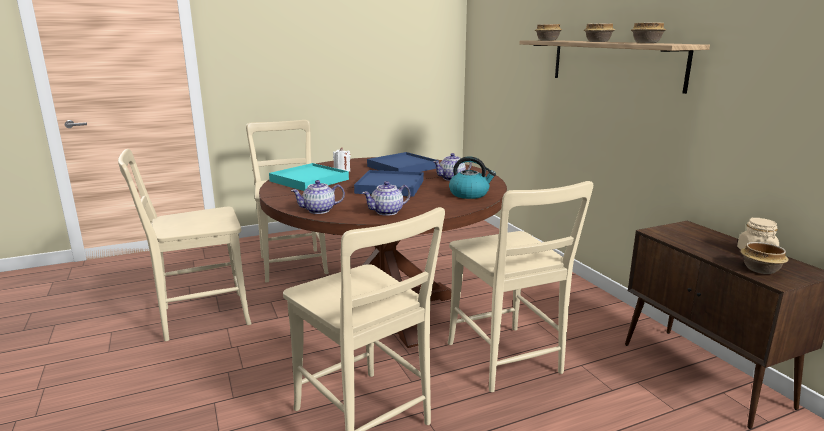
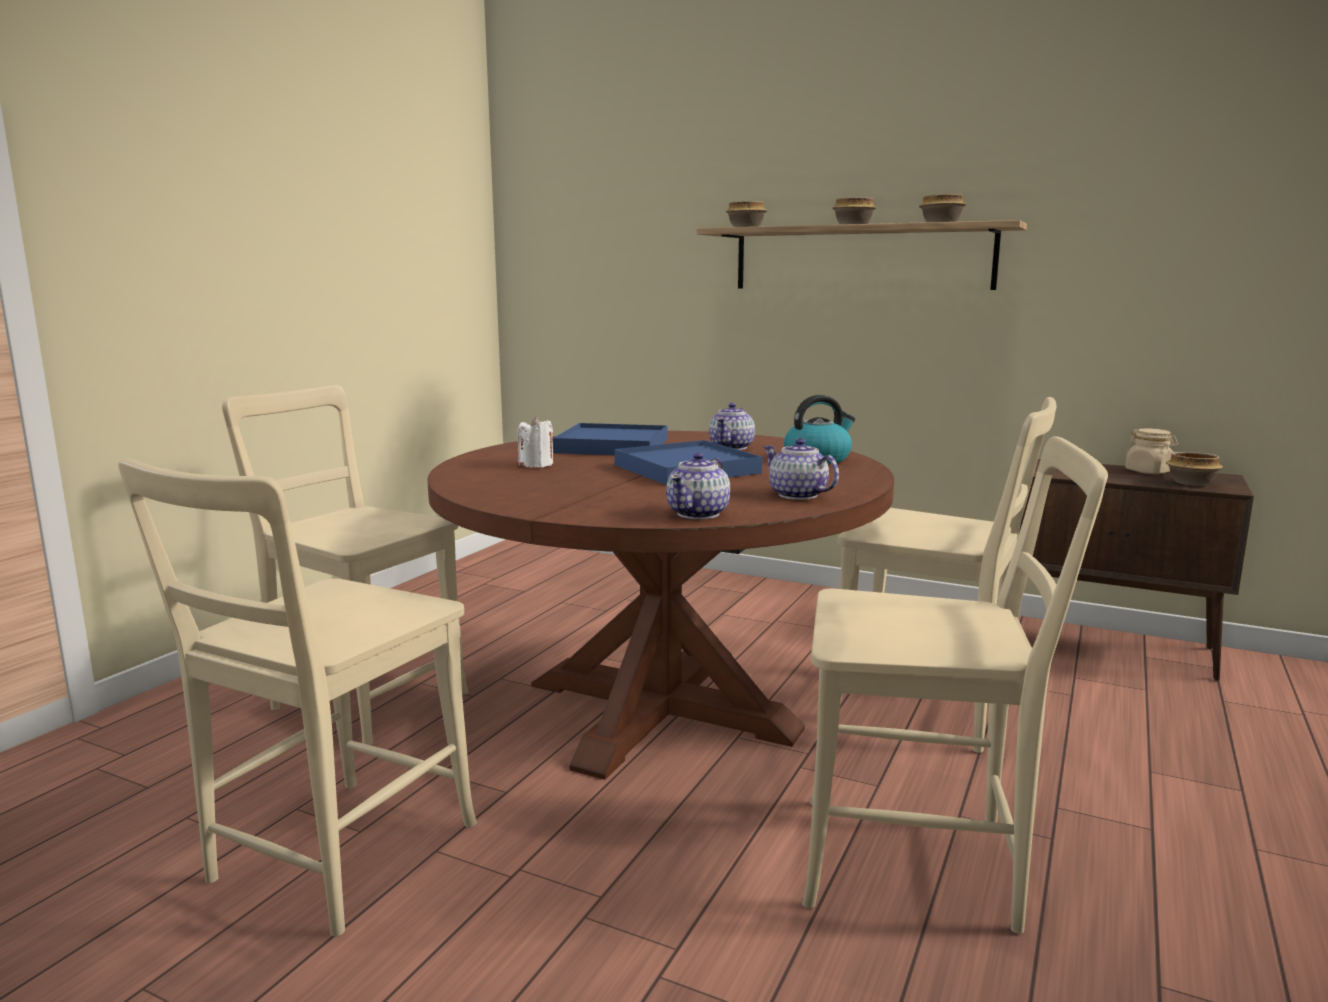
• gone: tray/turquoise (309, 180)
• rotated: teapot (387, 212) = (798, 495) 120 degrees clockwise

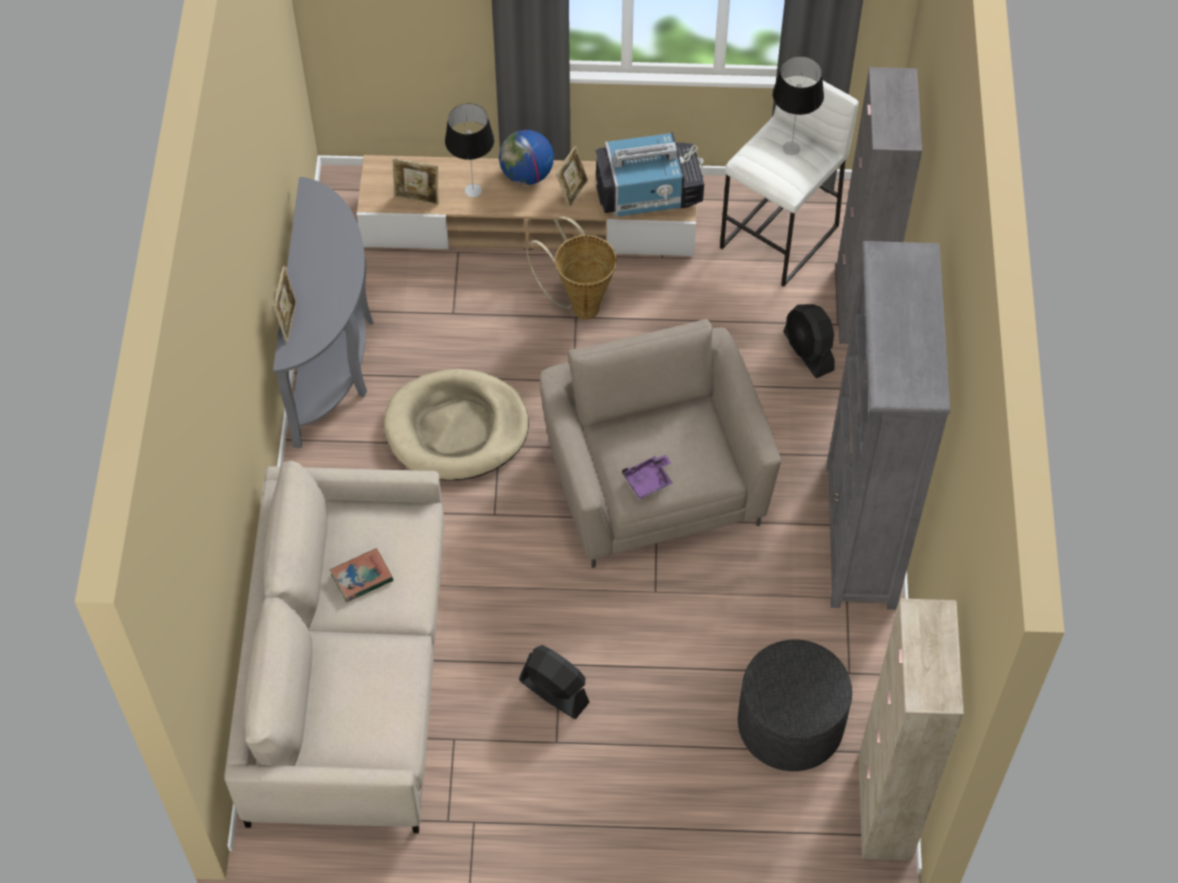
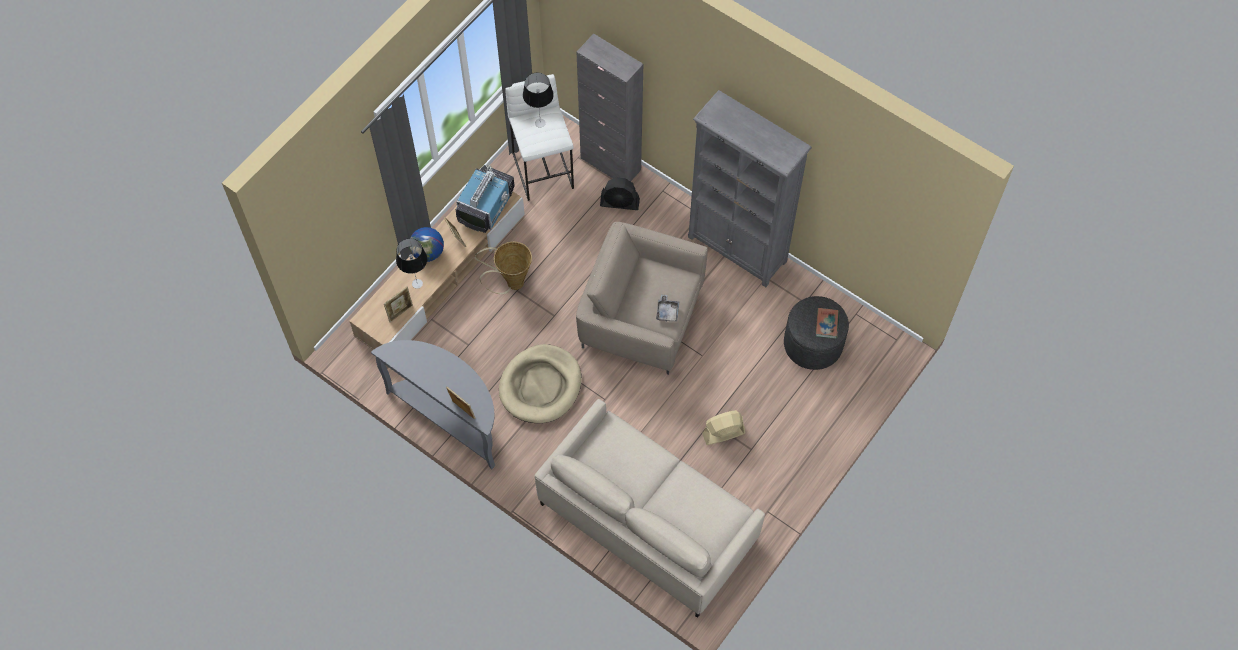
• gone: cabinet/beige (884, 807)
• shifted: book (362, 577) to (827, 324)
• repainted: fan/black (554, 691) to fan/beige (723, 433)
• repainted: tray/purple (648, 481) to tray/grey (667, 311)

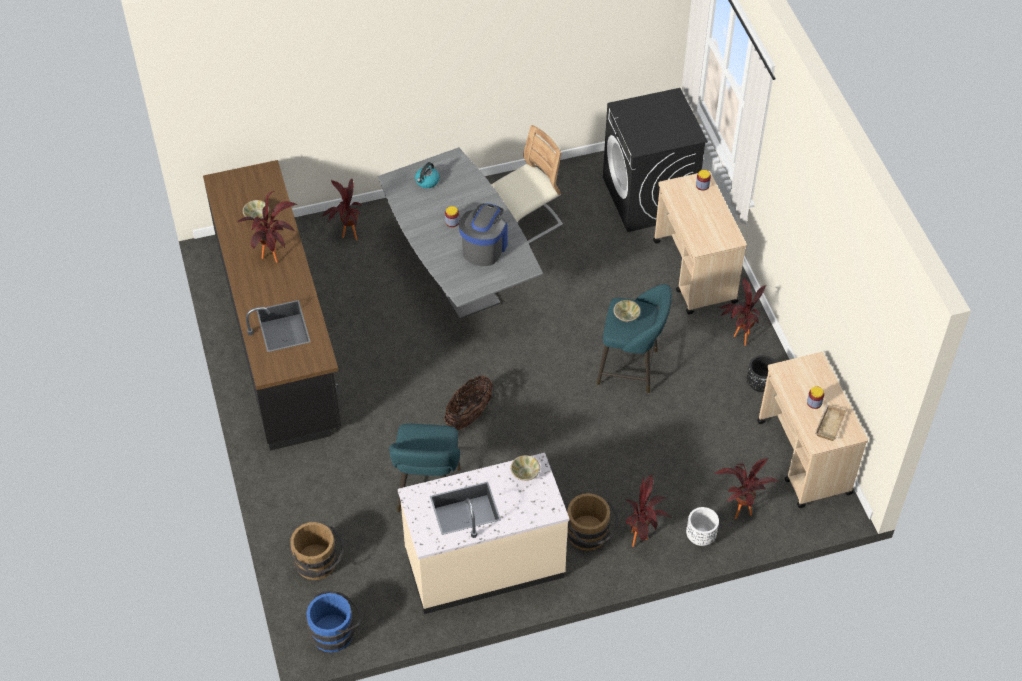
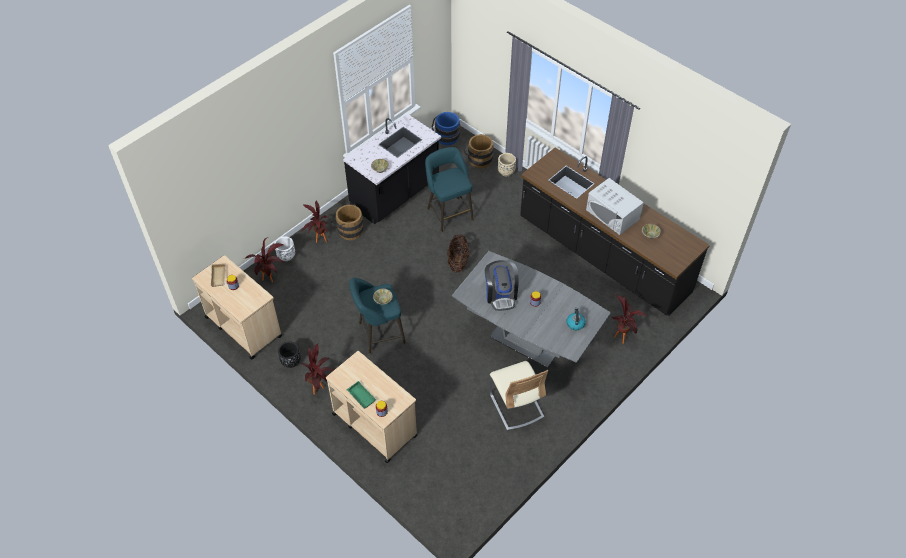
• gone: washing machine/black (649, 197)
• new: tray/green (360, 396)
• new: planter/beige (506, 172)
• swapped: potted plant (275, 259) to microwave/white (612, 214)
• repainted: counter/beige (484, 563) to counter/black (396, 194)
• rotated: chair/beige (525, 223) = (516, 405) 45 degrees counterclockwise

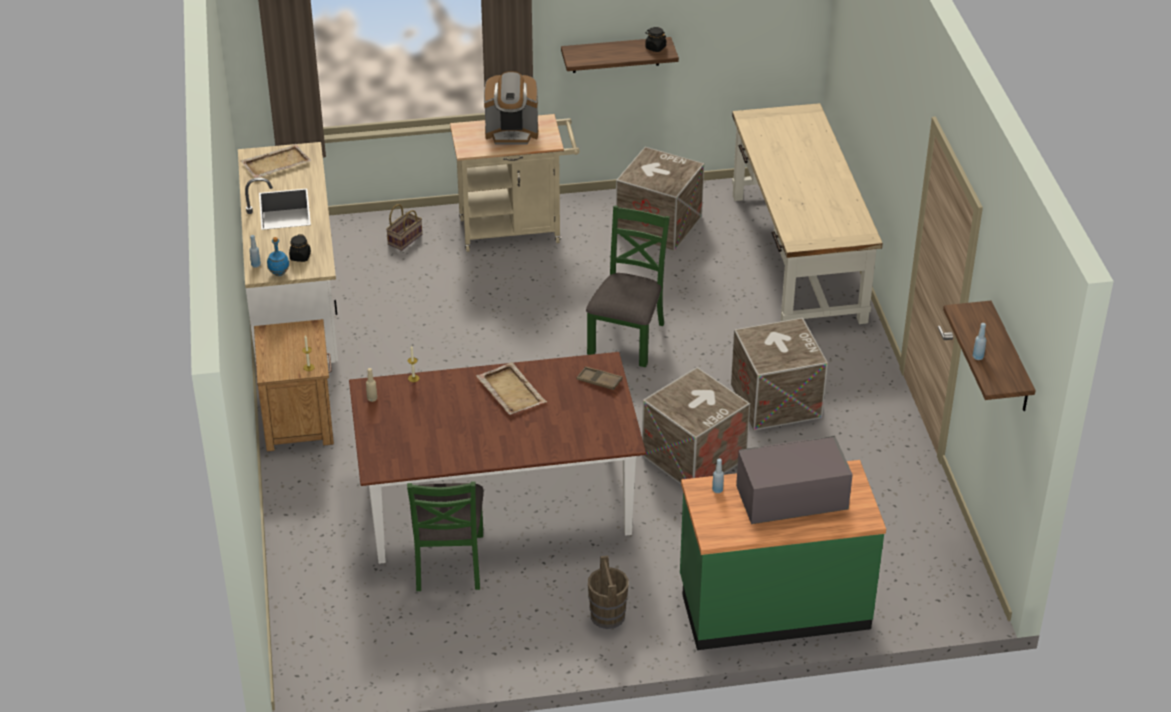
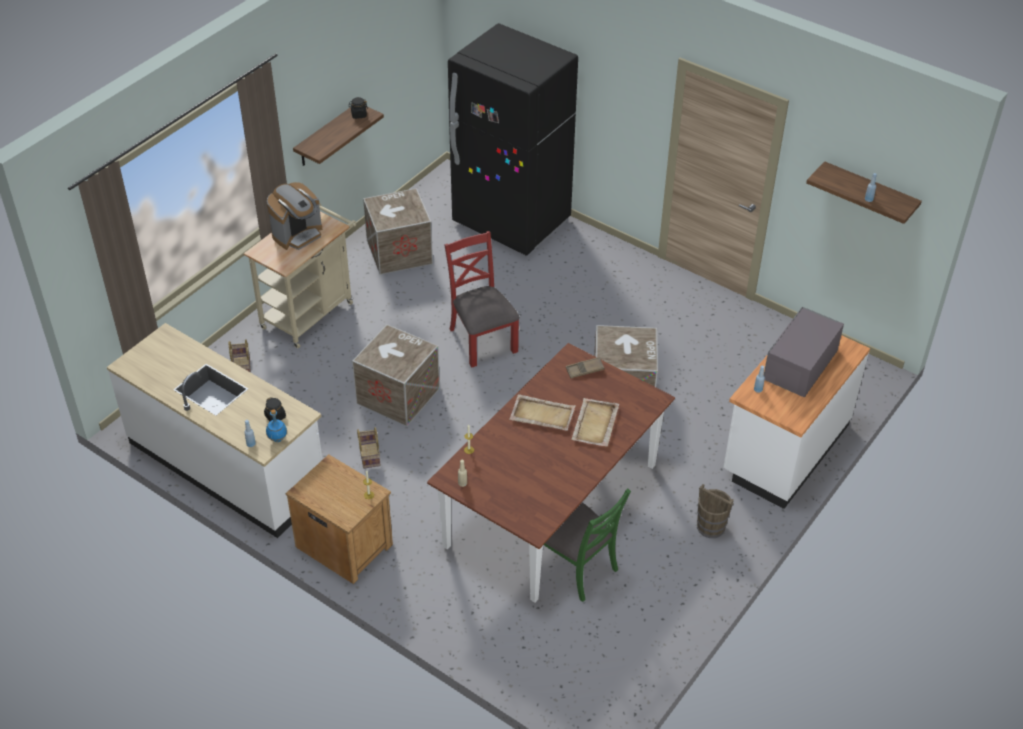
• new: basket (368, 455)
• shifted: tray/beige (275, 163) to (595, 424)
• shifted: crate (776, 401) to (398, 395)
• swapped: desk/beige (798, 257) to fridge/black (511, 222)
• repainted: chair/green (627, 338) to chair/red (482, 340)
• repainted: counter/green (773, 604) to counter/white (784, 449)

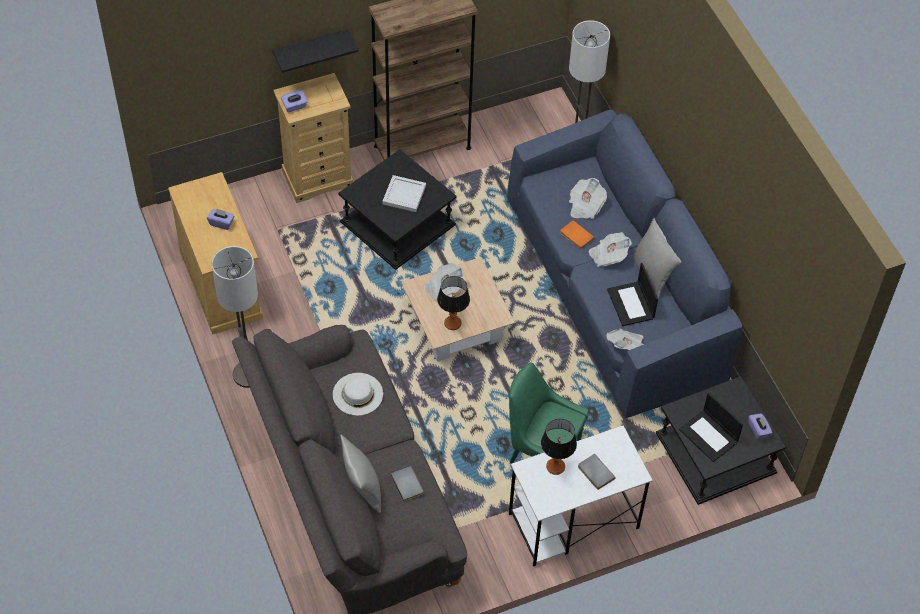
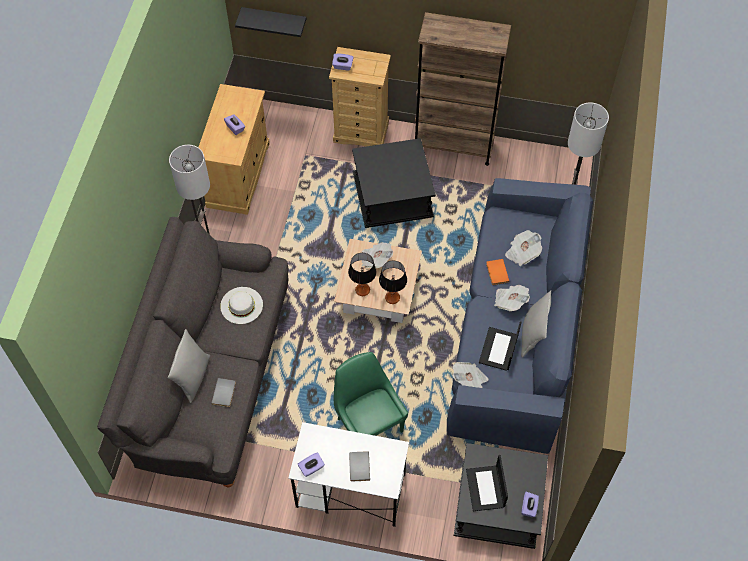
• gone: tray/white (403, 195)
• new: tissue box/purple (311, 468)
• shifted: shelf/black (311, 49) to (274, 20)
• shifted: table lamp (555, 466) to (392, 297)

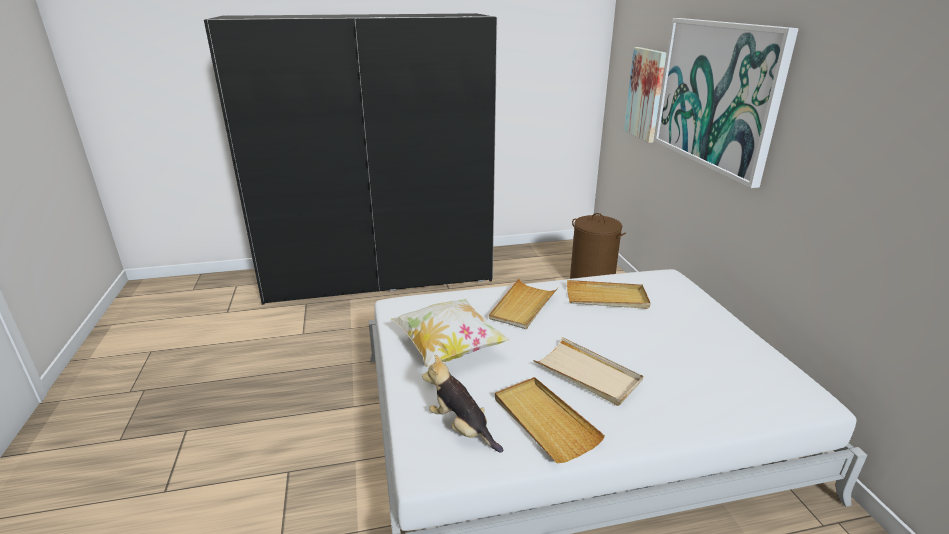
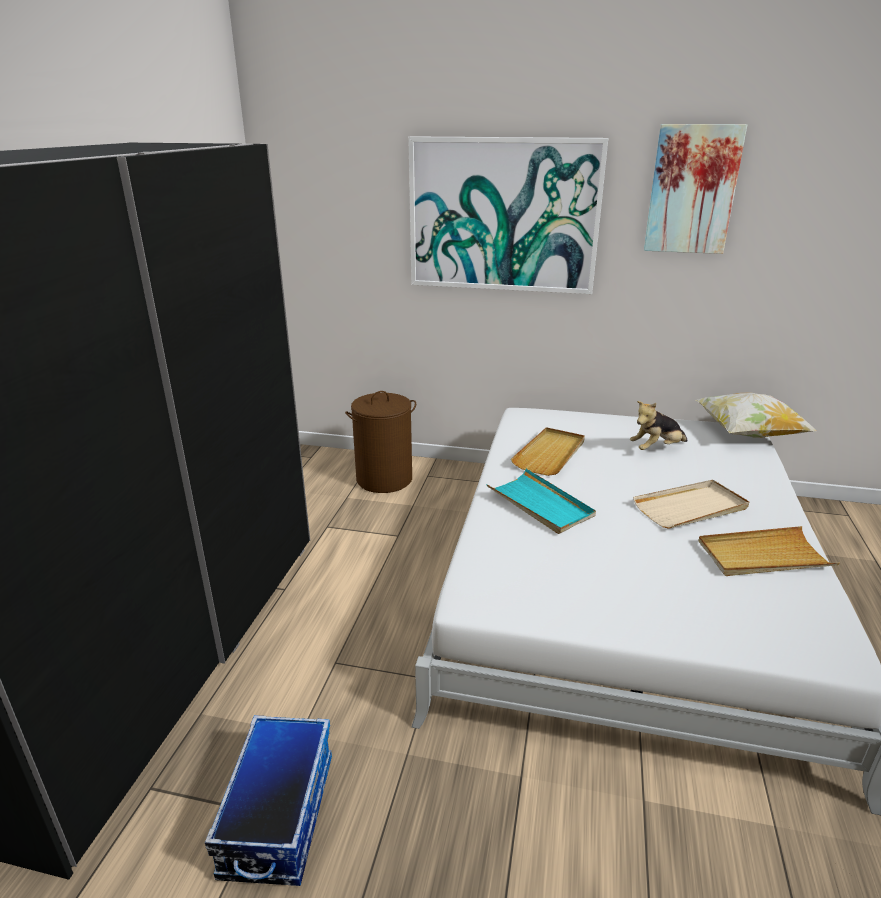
• new: storage box (277, 814)
• shifted: pillow (448, 348) to (747, 434)
• shifted: plush toy (462, 428) to (656, 448)
• shifted: picture (645, 94) to (692, 190)
• repainted: tray/beige (523, 306) to tray/turquoise (540, 504)

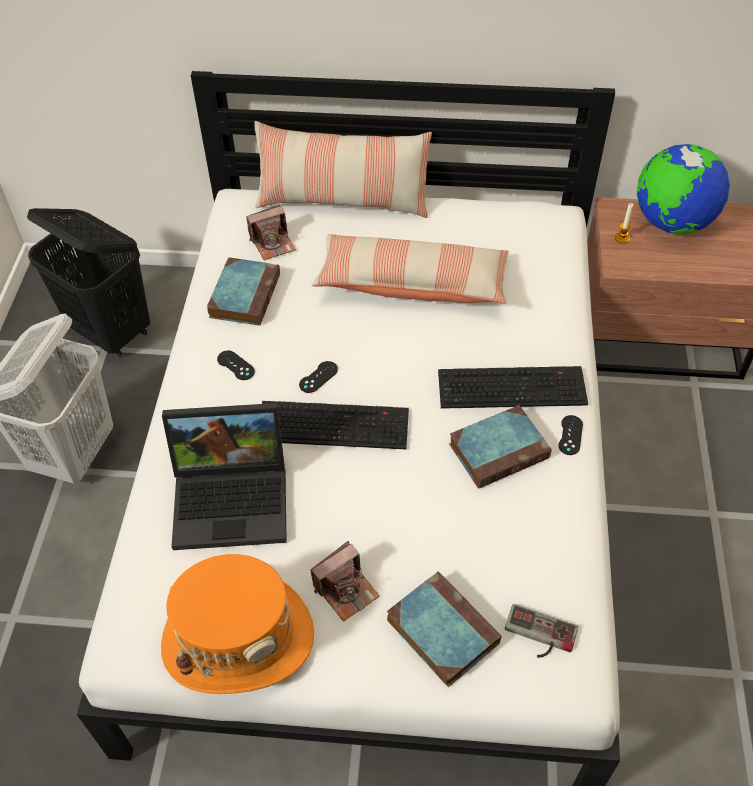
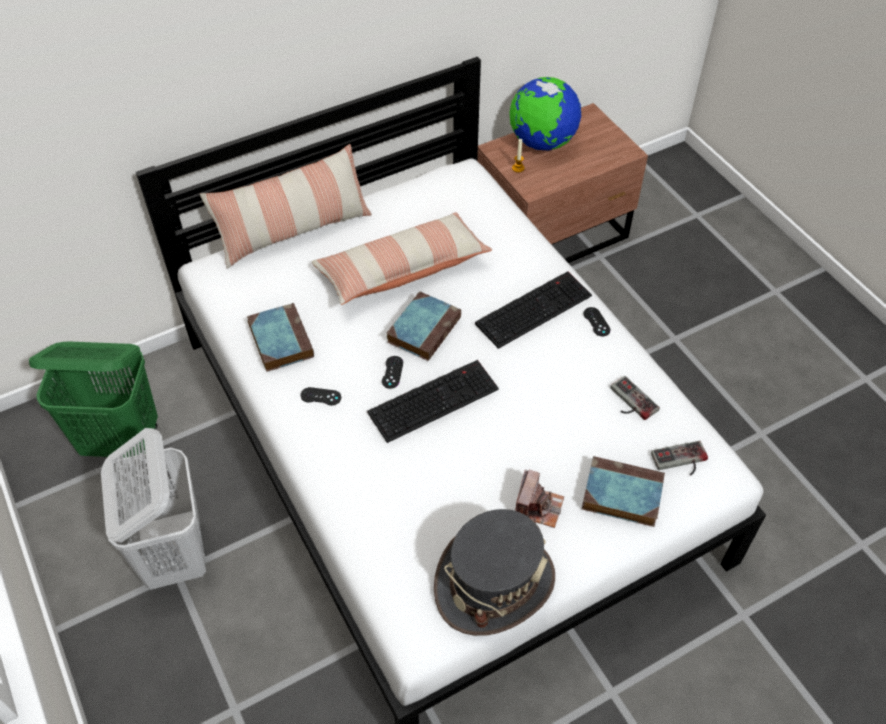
• gone: laptop (234, 497)
• gone: photo camera (273, 243)
• new: game controller (629, 402)
• shifted: book (500, 449) to (424, 328)
• repainted: laundry basket/black (112, 332) to laundry basket/green (122, 441)
• repainted: hat/orange (238, 638) to hat/grey (494, 583)

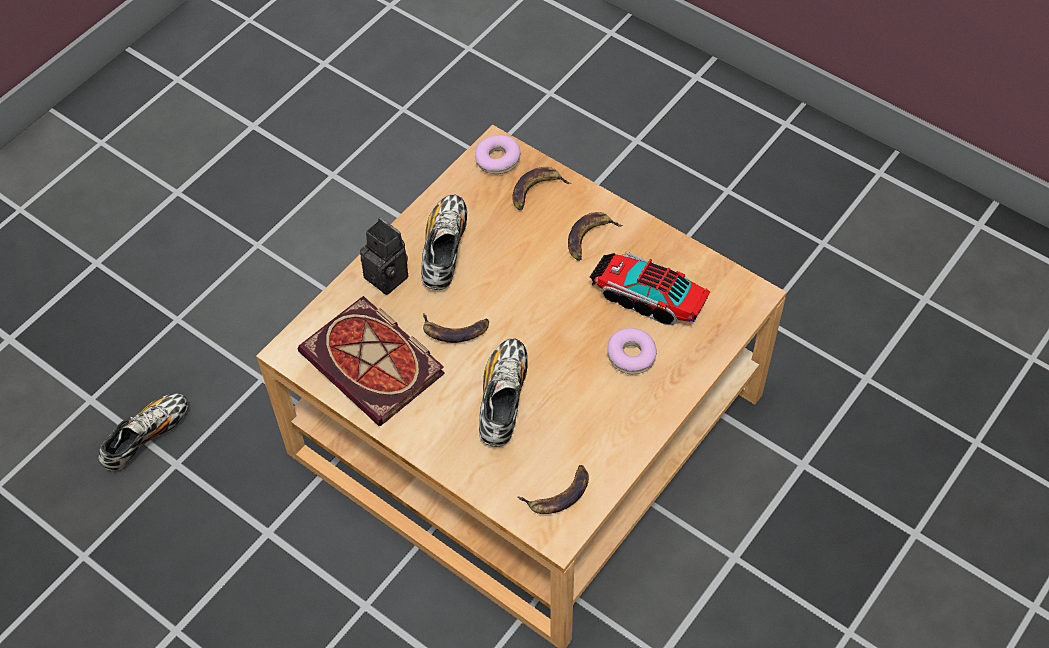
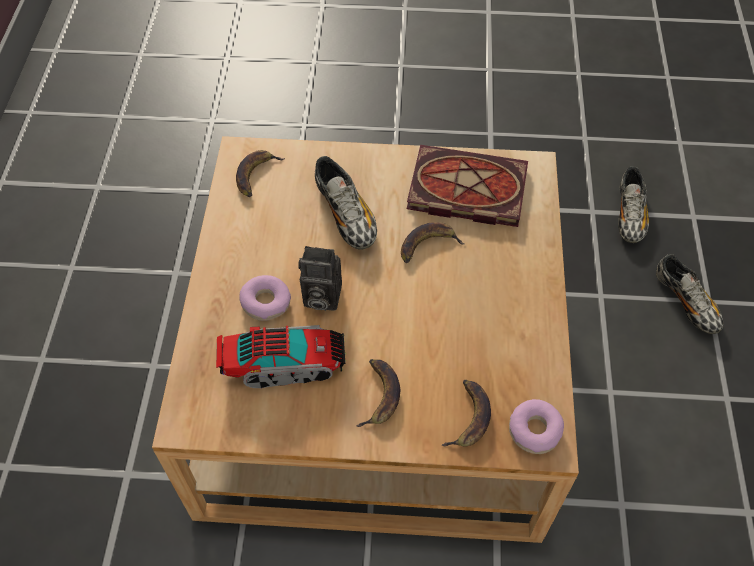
• shifted: photo camera (390, 276) to (320, 297)
• shifted: shoe (444, 250) to (685, 302)

